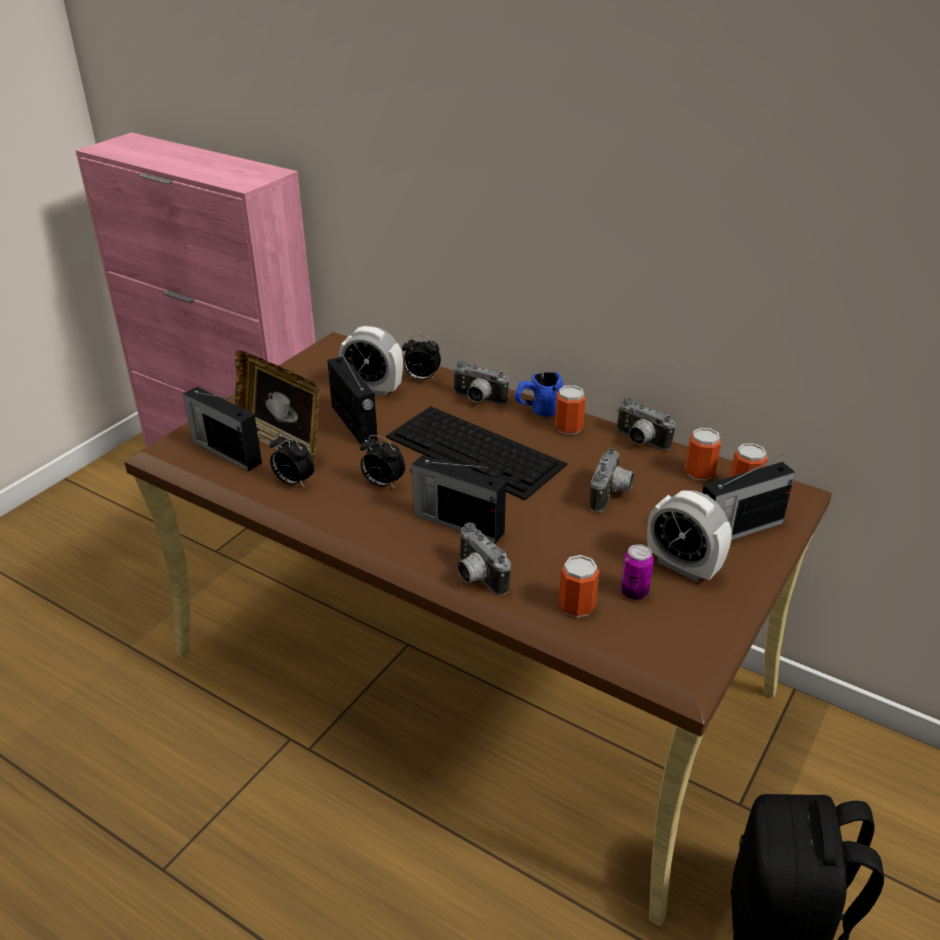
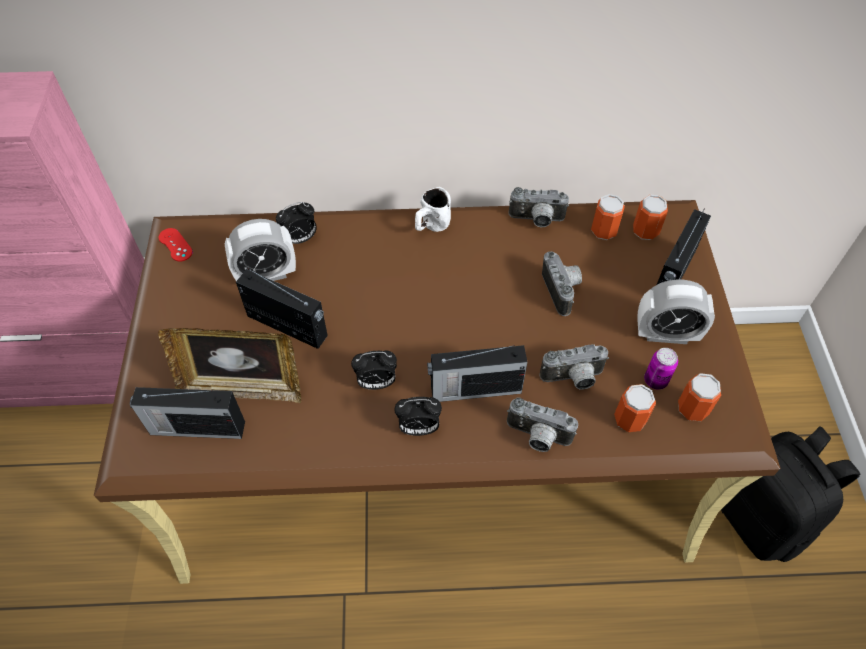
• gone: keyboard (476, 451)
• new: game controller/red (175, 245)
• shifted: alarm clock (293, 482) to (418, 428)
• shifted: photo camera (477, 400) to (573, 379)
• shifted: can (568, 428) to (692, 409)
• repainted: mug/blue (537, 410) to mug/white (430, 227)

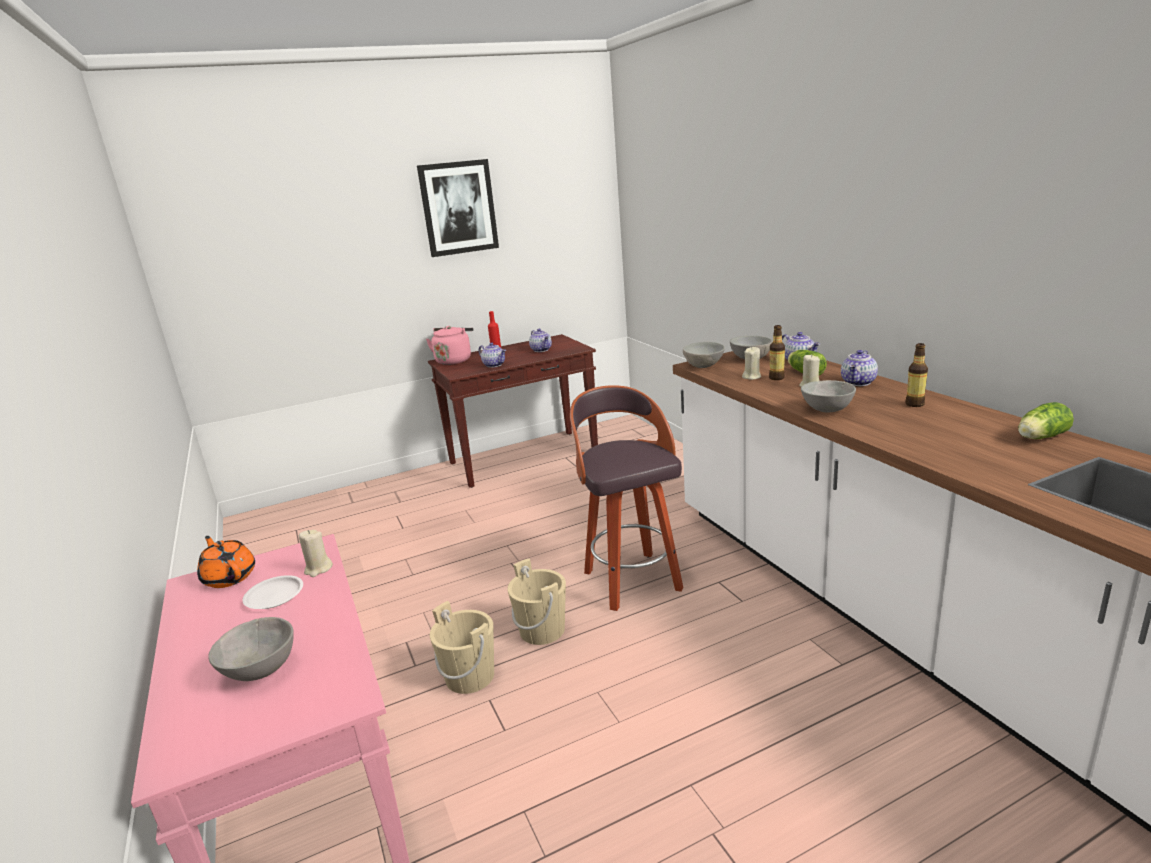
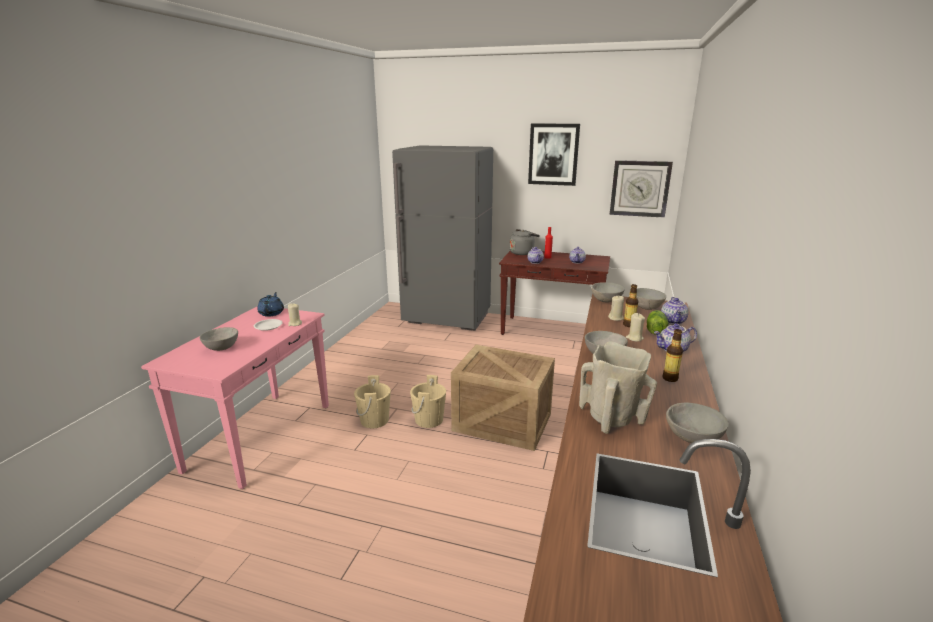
• new: fridge/grey (447, 320)
• new: vase/beige (613, 418)
• new: wall clock (640, 188)
• swapped: stool (630, 580) to crate (504, 422)
• swapped: lettuce (1040, 437) to bowl/grey (693, 439)
• repainted: teapot/orange (229, 577) to teapot/blue (272, 313)
• repainted: kettle/pink (454, 360) to kettle/grey (522, 253)

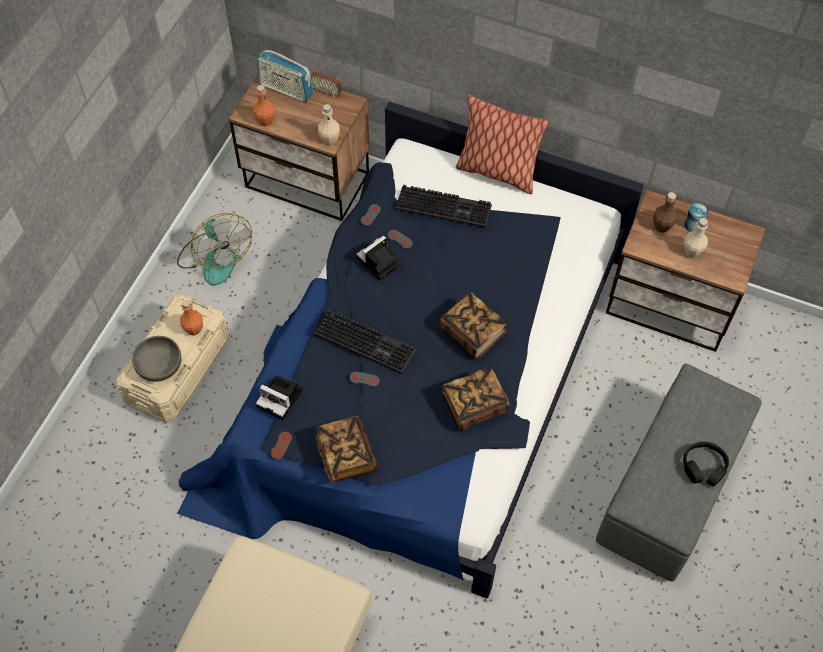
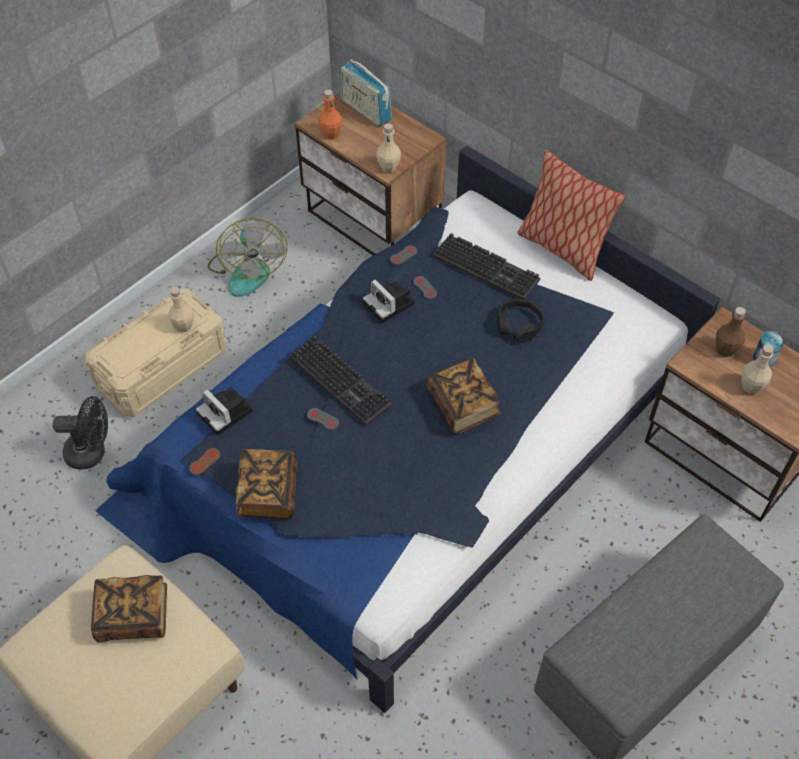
• gone: bowl/grey (159, 366)
• gone: radio (326, 91)
• new: fan/black (92, 452)
• shifted: book (474, 405) to (133, 616)
• shifted: headphones/black (703, 467) to (519, 325)
• repainted: bottle/orange (194, 329) to bottle/beige (184, 326)
• rotated: photo camera (378, 262) = (390, 304) 105 degrees counterclockwise

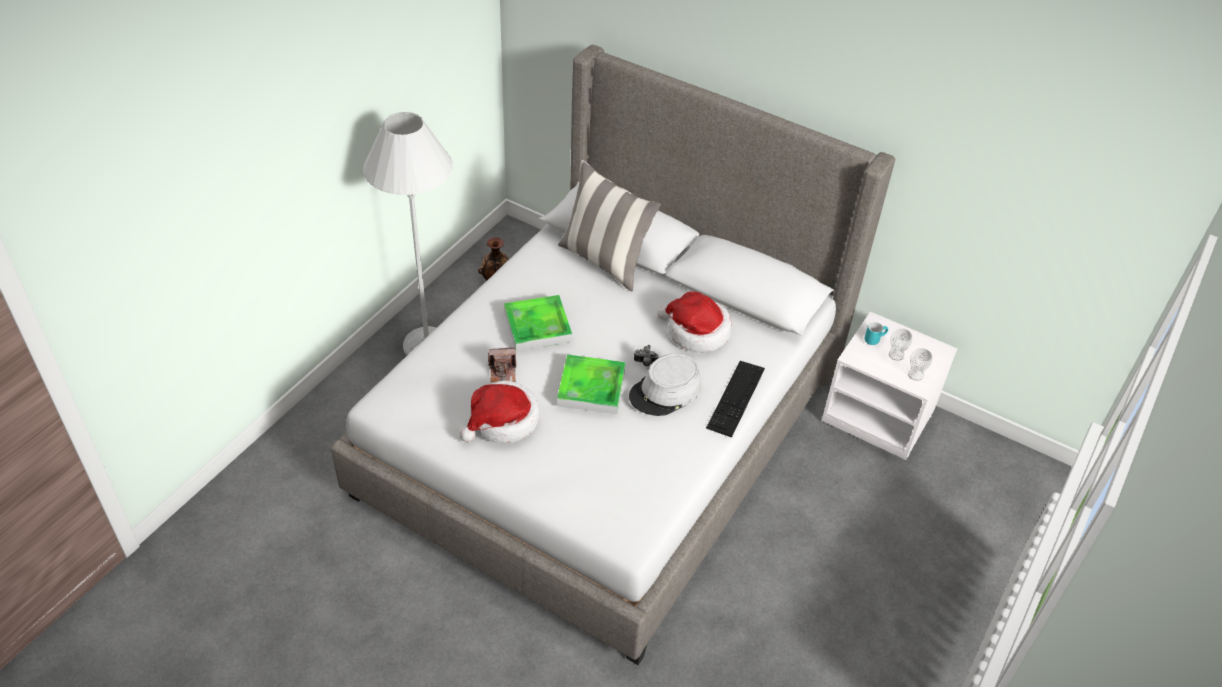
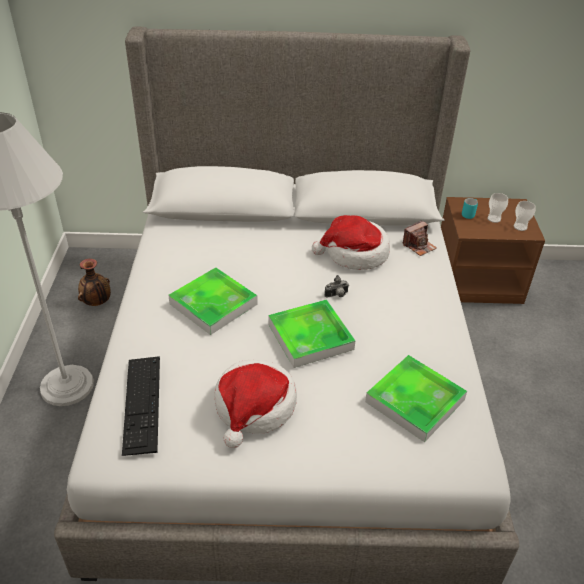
• gone: pillow (605, 261)
• gone: hat/grey (665, 392)
• new: tray (415, 401)
• shifted: photo camera (503, 372) to (419, 246)
• shifted: keyboard (735, 398) to (142, 403)
• repainted: nightstand/white (879, 415) to nightstand/brown (477, 281)

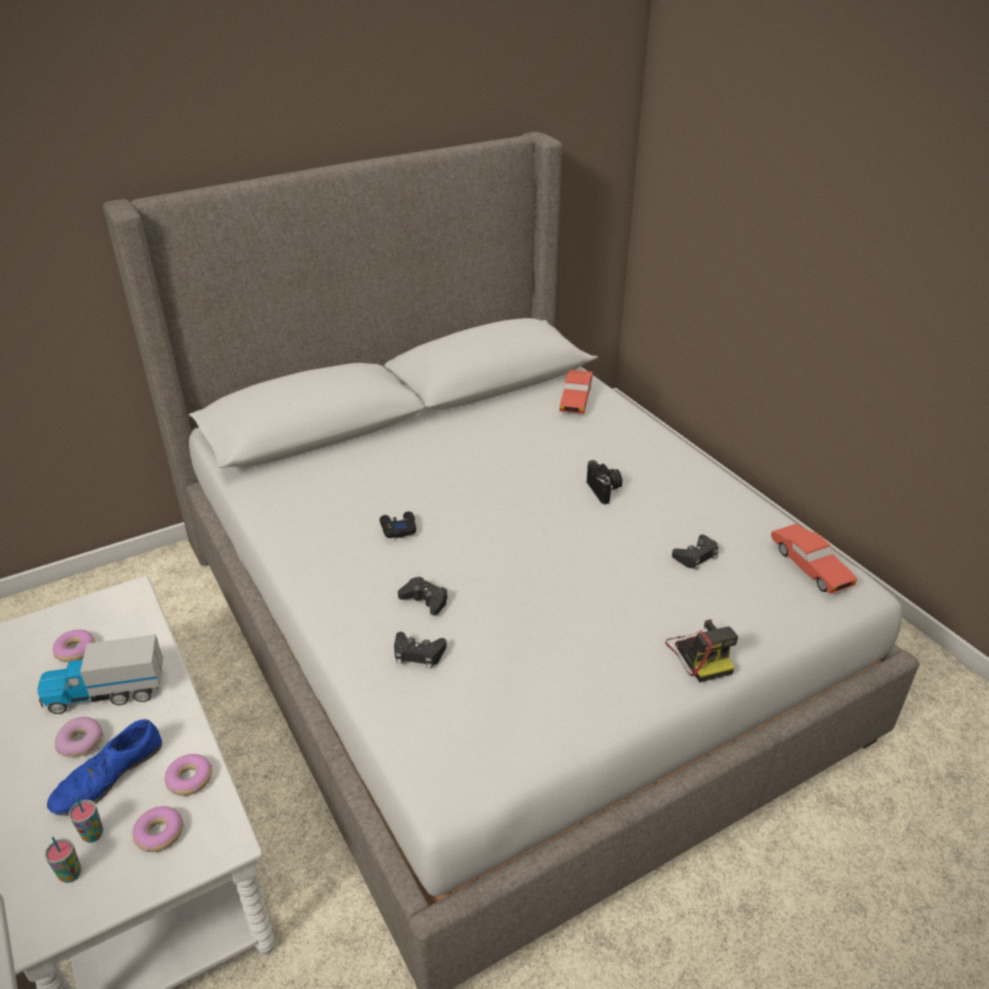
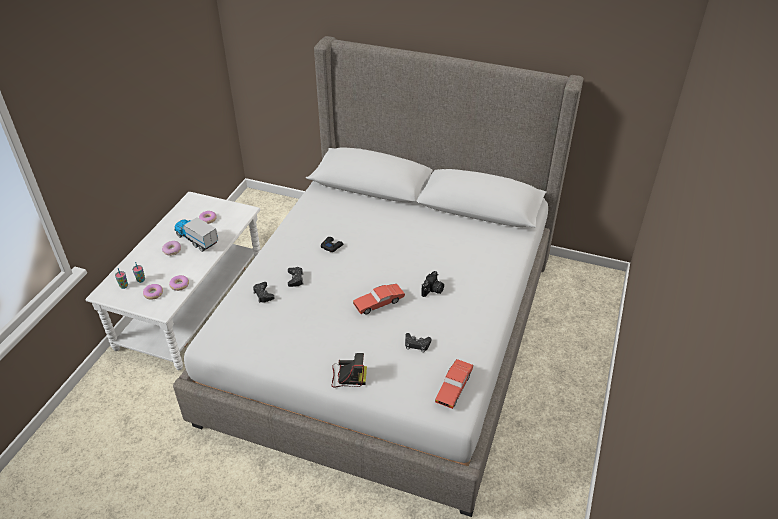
• gone: shoe/blue (108, 776)
• shifted: toy car/red (575, 399) to (379, 303)
• rotated: photo camera (700, 654) = (347, 376) 120 degrees counterclockwise

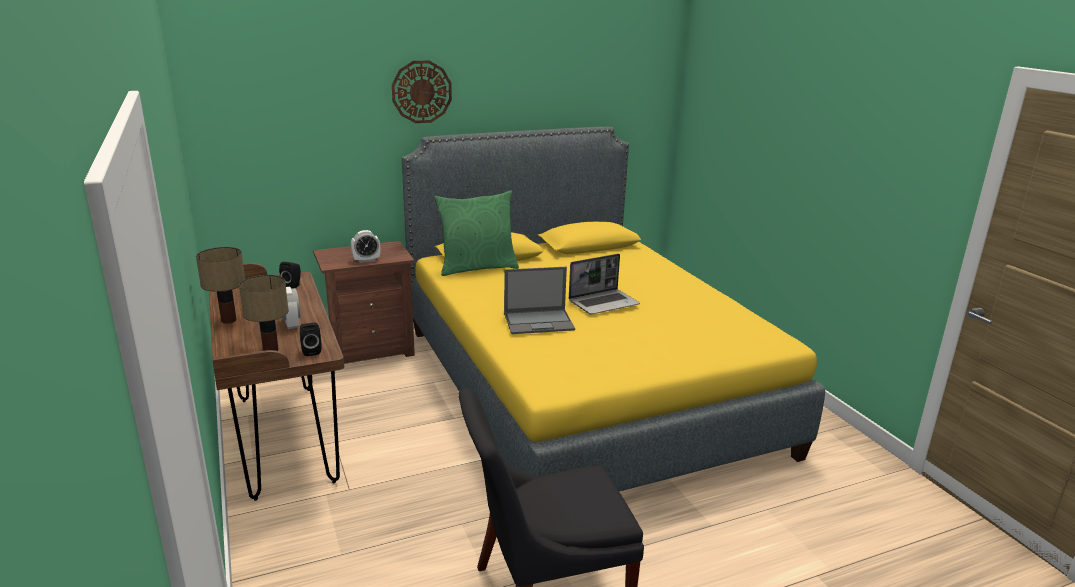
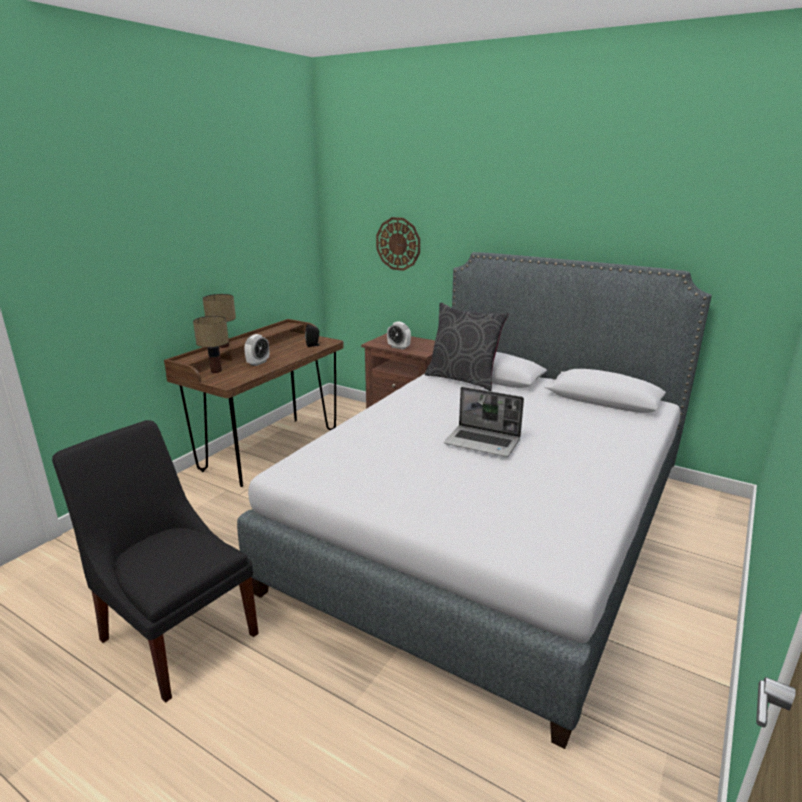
• gone: speaker/black (311, 351)
• gone: laptop (539, 321)
• shifted: wall clock (421, 92) to (398, 244)
• repainted: bed/yellow (581, 387) to bed/grey (488, 529)
• repainted: pillow/green (477, 267) to pillow/grey (463, 379)

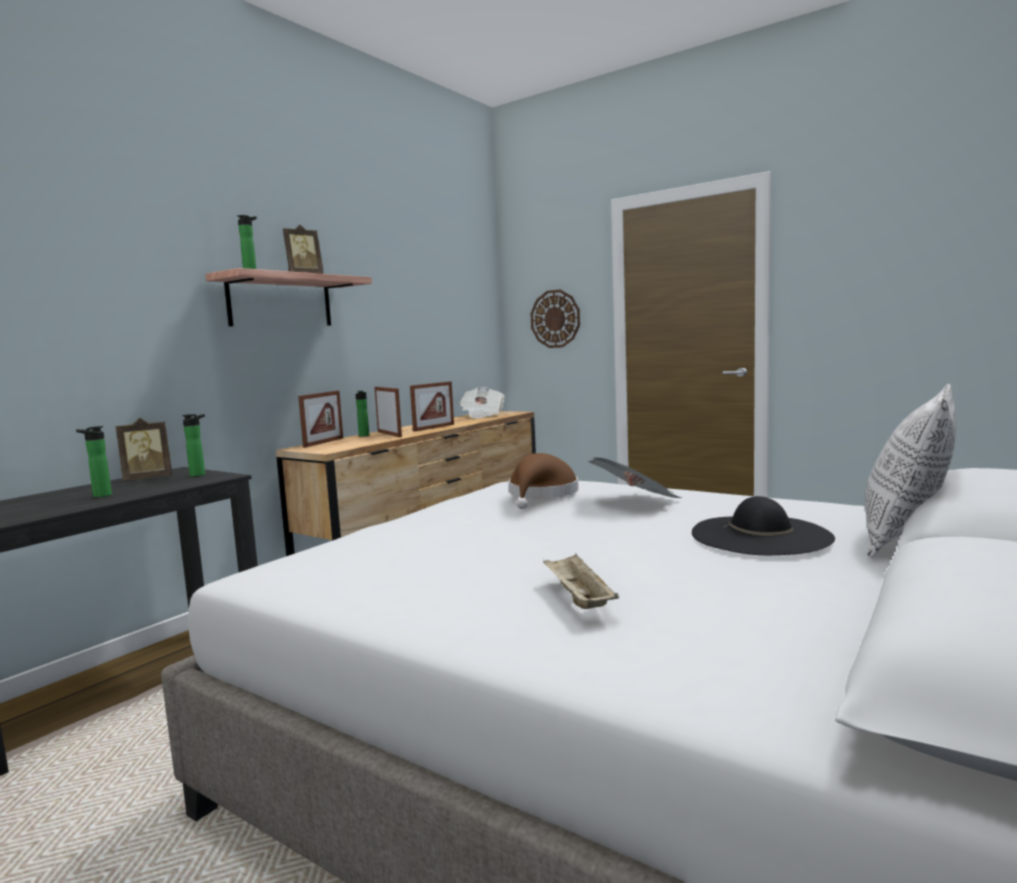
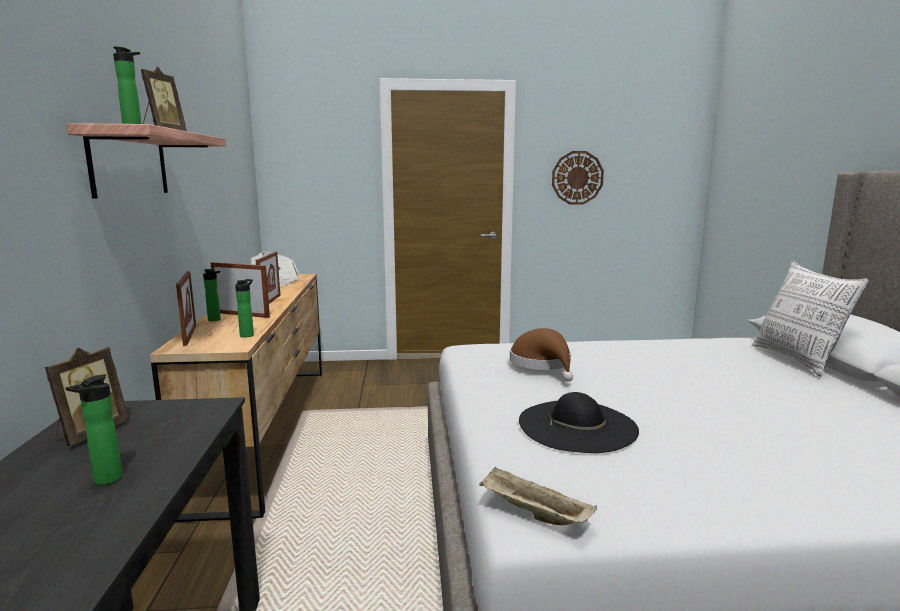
• gone: newspaper (637, 503)
• shifted: bottle (200, 474) to (248, 335)
• shifted: wall clock (555, 319) to (577, 178)
• shifted: tray/beige (578, 599) to (532, 513)
• shifted: hat/black (761, 535) to (577, 425)

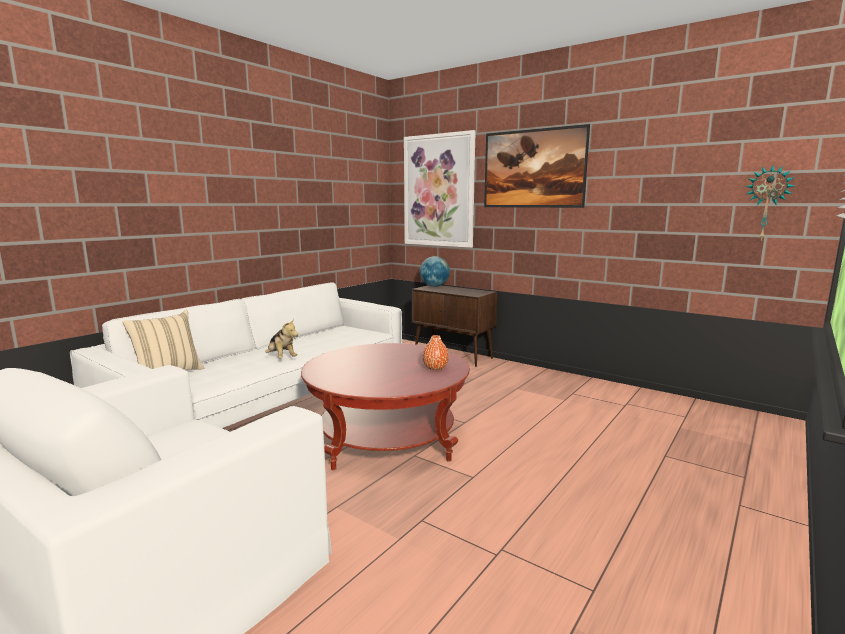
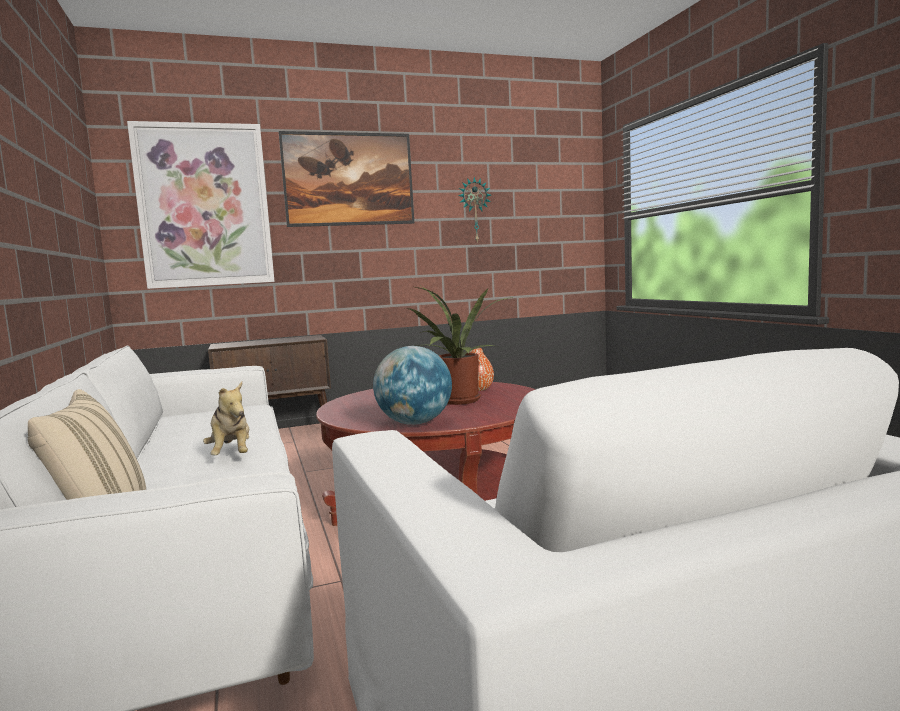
• new: potted plant (458, 401)
• shifted: globe (434, 286) to (415, 423)
• shifted: wall clock (767, 203) to (474, 210)
• rotated: plush toy (281, 358) = (232, 455) 75 degrees clockwise

